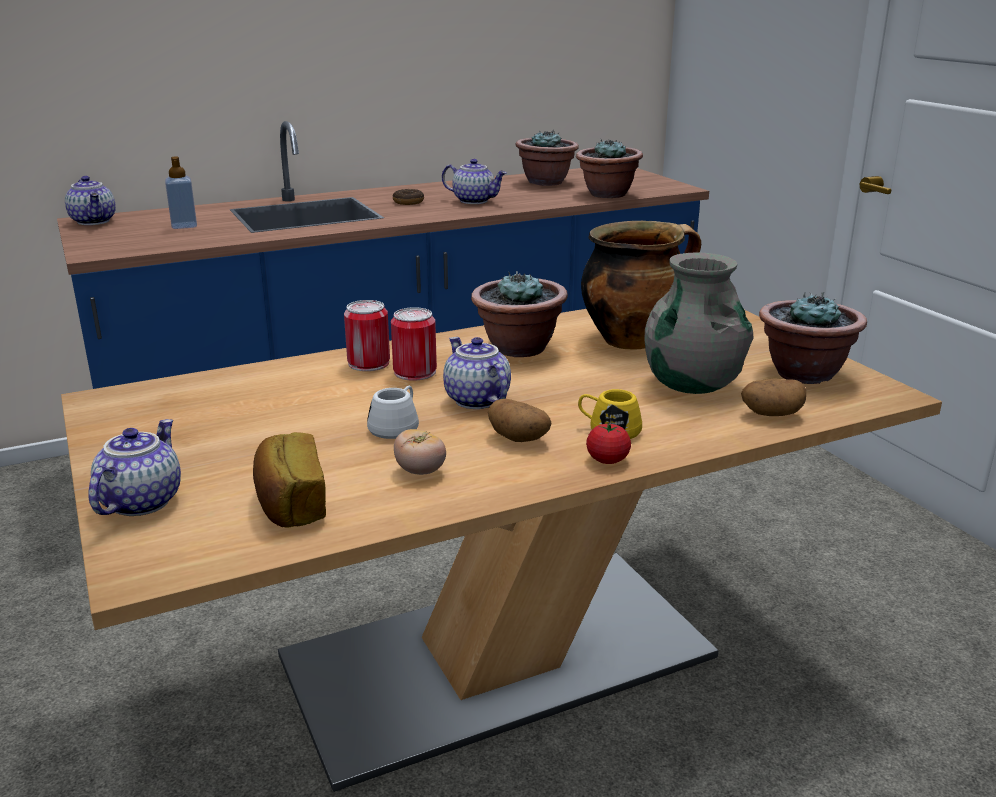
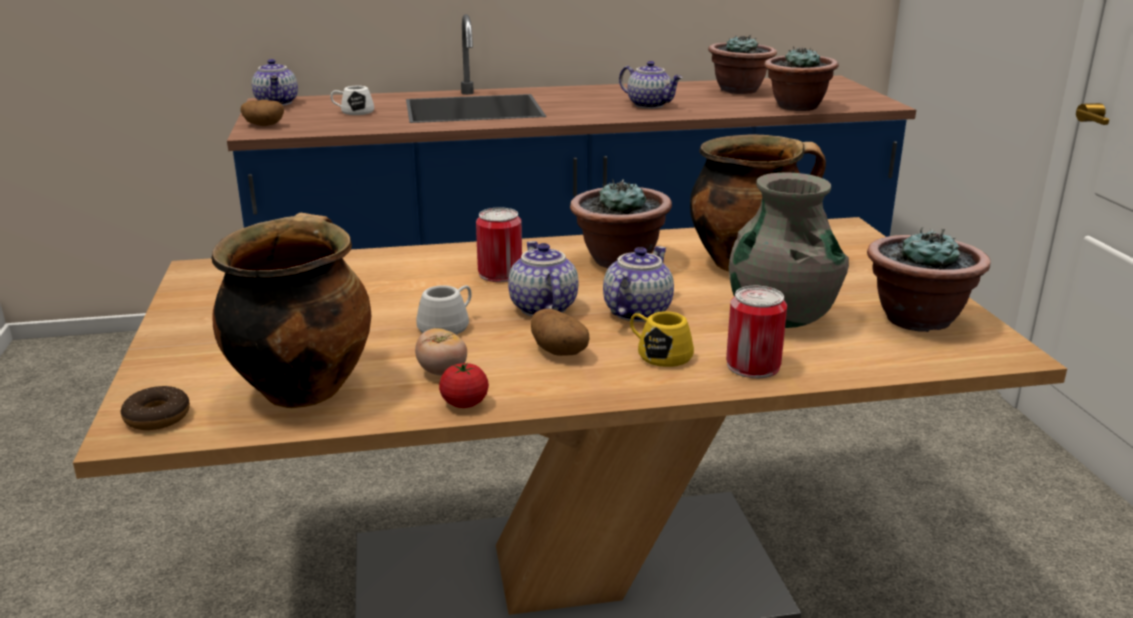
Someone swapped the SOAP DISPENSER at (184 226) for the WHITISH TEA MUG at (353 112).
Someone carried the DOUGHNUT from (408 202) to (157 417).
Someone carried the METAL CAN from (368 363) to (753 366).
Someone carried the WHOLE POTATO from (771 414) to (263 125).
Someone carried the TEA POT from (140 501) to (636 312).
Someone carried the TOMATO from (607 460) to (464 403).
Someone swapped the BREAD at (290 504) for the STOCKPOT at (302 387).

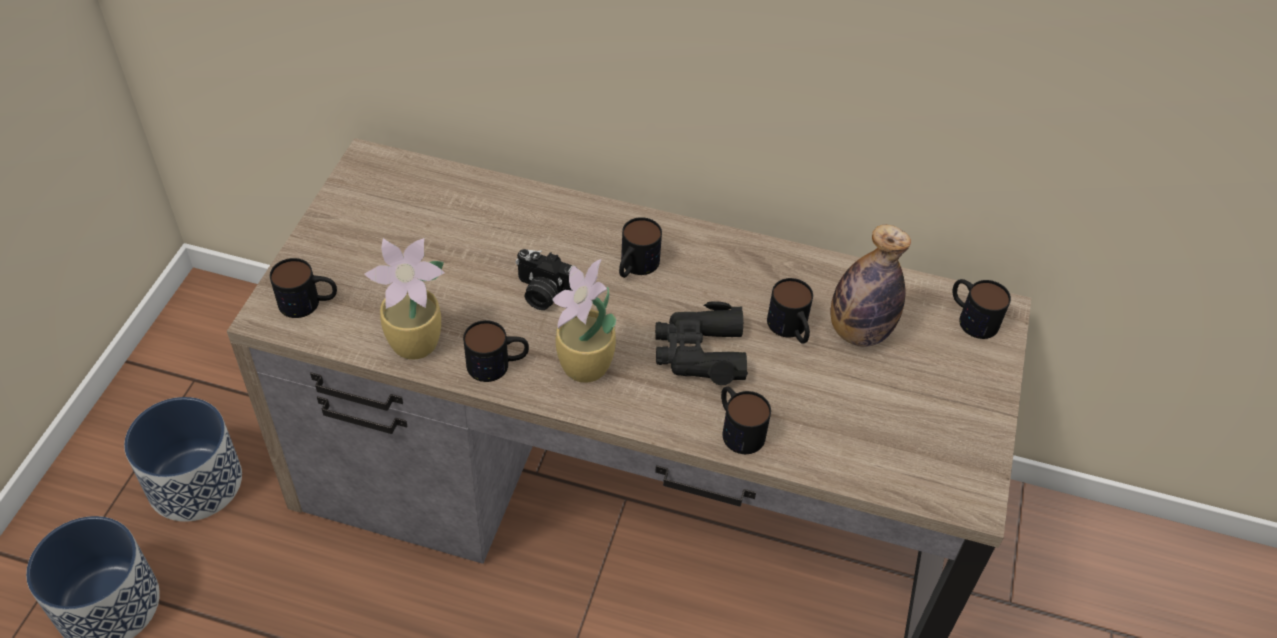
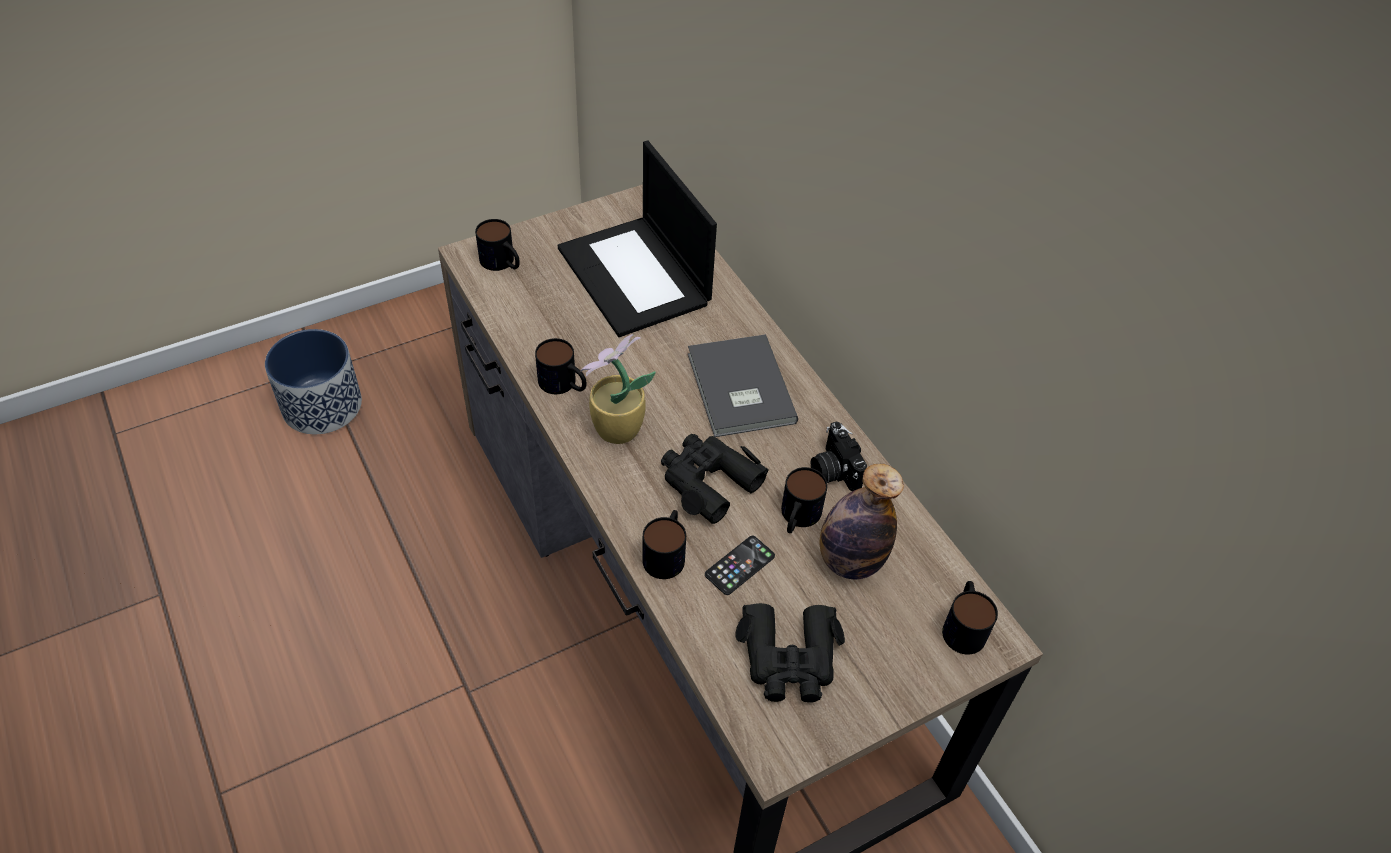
Someone swapped the TEA MUG at (635 267) for the GREYISH BOOK at (738 390).
Someone took away the HOUSEPLANT at (417 344).
Someone carried the PHOTO CAMERA from (543 293) to (833 470).
Someone took away the PLANTER at (195 482).
Someone put down the PORTABLE COMPUTER at (636 276).
Someone put down the TELEPHONE at (739 565).
Someone put down the BLACKISH FIELD GLASSES at (789 659).

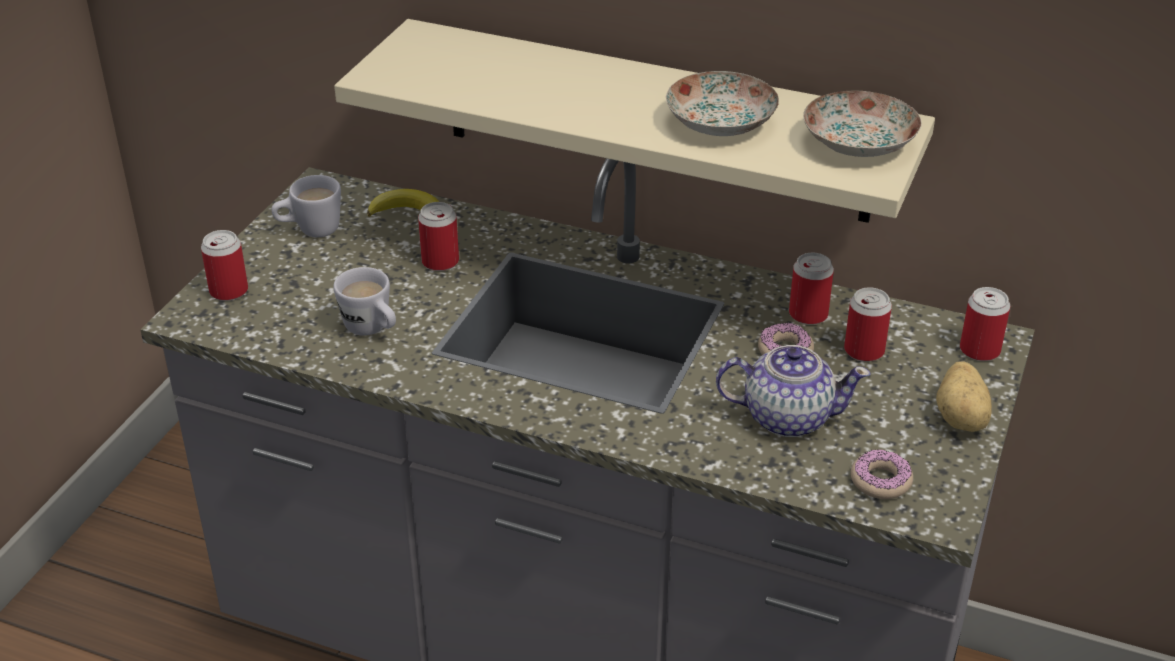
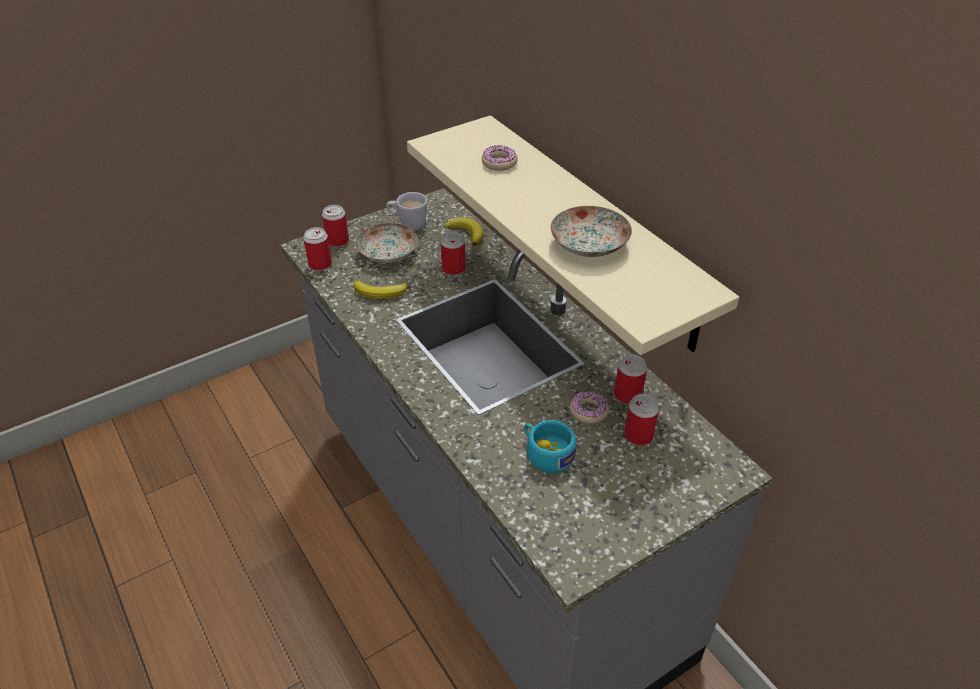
Someone carried the DINNER PLATE from (859 143) to (388 253).
Someone swapped the WHITISH TEA MUG at (372 330) for the BANANA FRUIT at (381 293).
Someone carried the METAL CAN from (979 350) to (320 264).
Someone swapped the TEA POT at (786 417) for the TURQUOISE CUP at (546 453).
Someone took away the WHOLE POTATO at (962 418).
Someone carried the DOUGHNUT from (880 481) to (499 163).

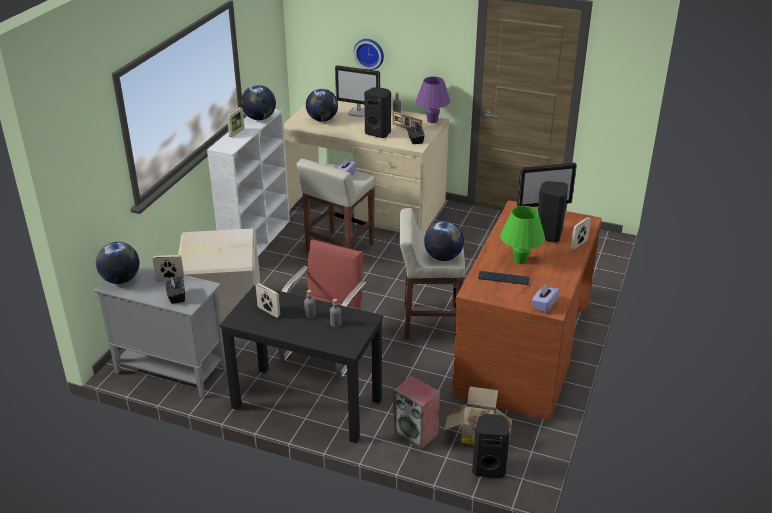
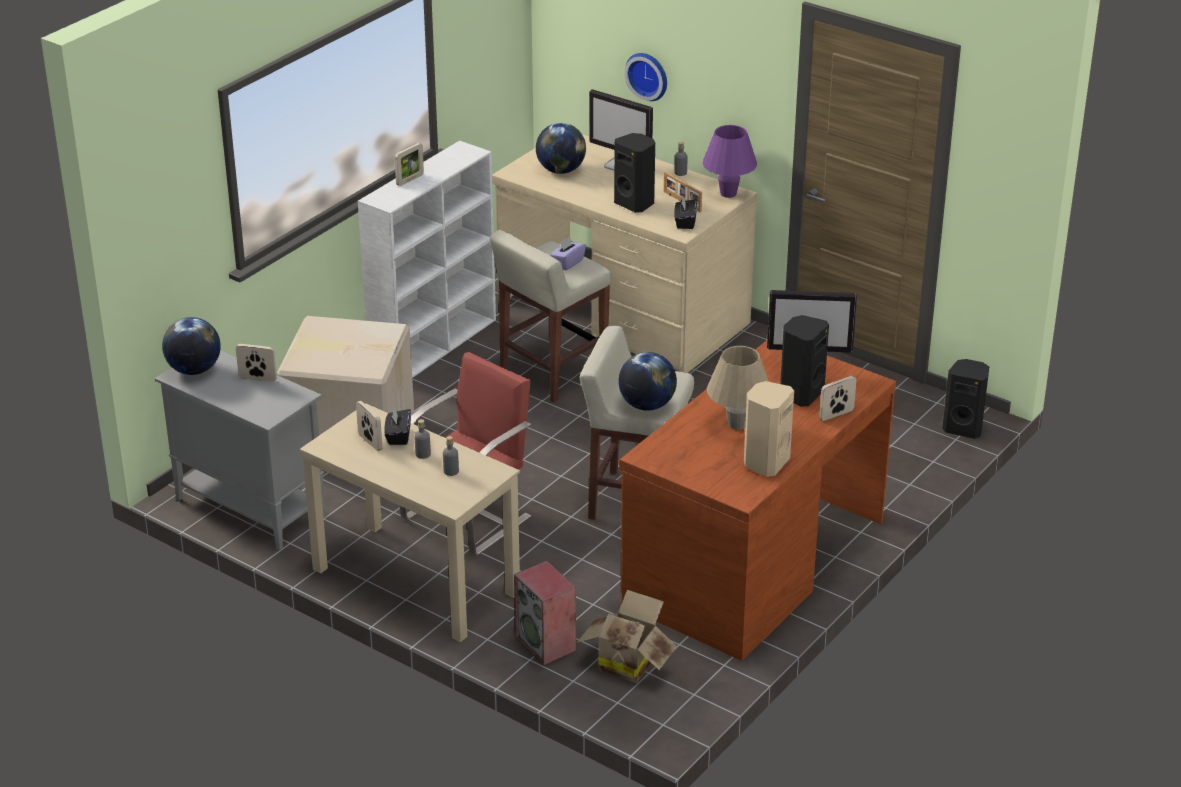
Someone took away the GLOBE at (259 118).
Someone repainted the GREEN-COLOURED LAMP FOR A TABLE at (520 260), which became the BEIGE LAMP FOR A TABLE at (737 424).
Someone took away the PC KEYBOARD at (503 279).
Someone carried the BLACKISH TISSUE BOX from (176 297) to (398 436).
Someone took away the PURPLISH TISSUE BOX at (544 305).
Someone repainted the BLACKISH DESK UNIT at (306 403), which became the BEIGE DESK UNIT at (415 580).
Someone carried the BLACKISH AUDIO SPEAKER from (488 468) to (964 428).
Someone put down the BEIGE AUDIO SPEAKER at (765 463).

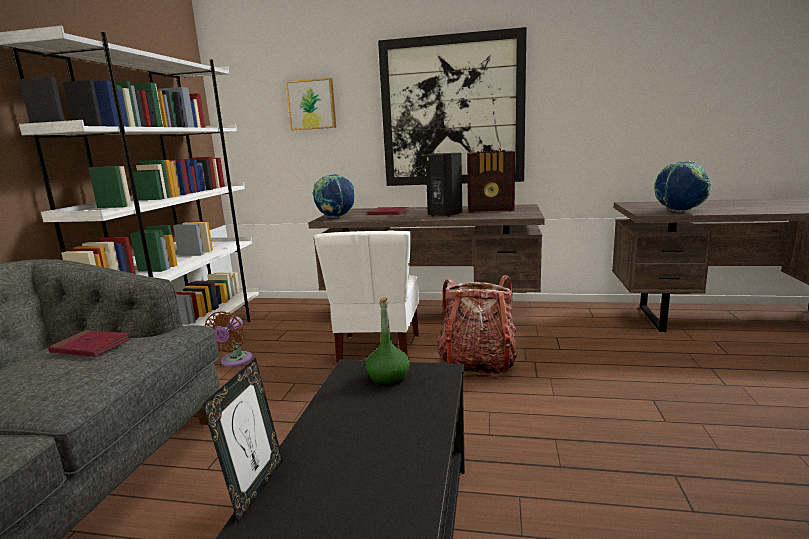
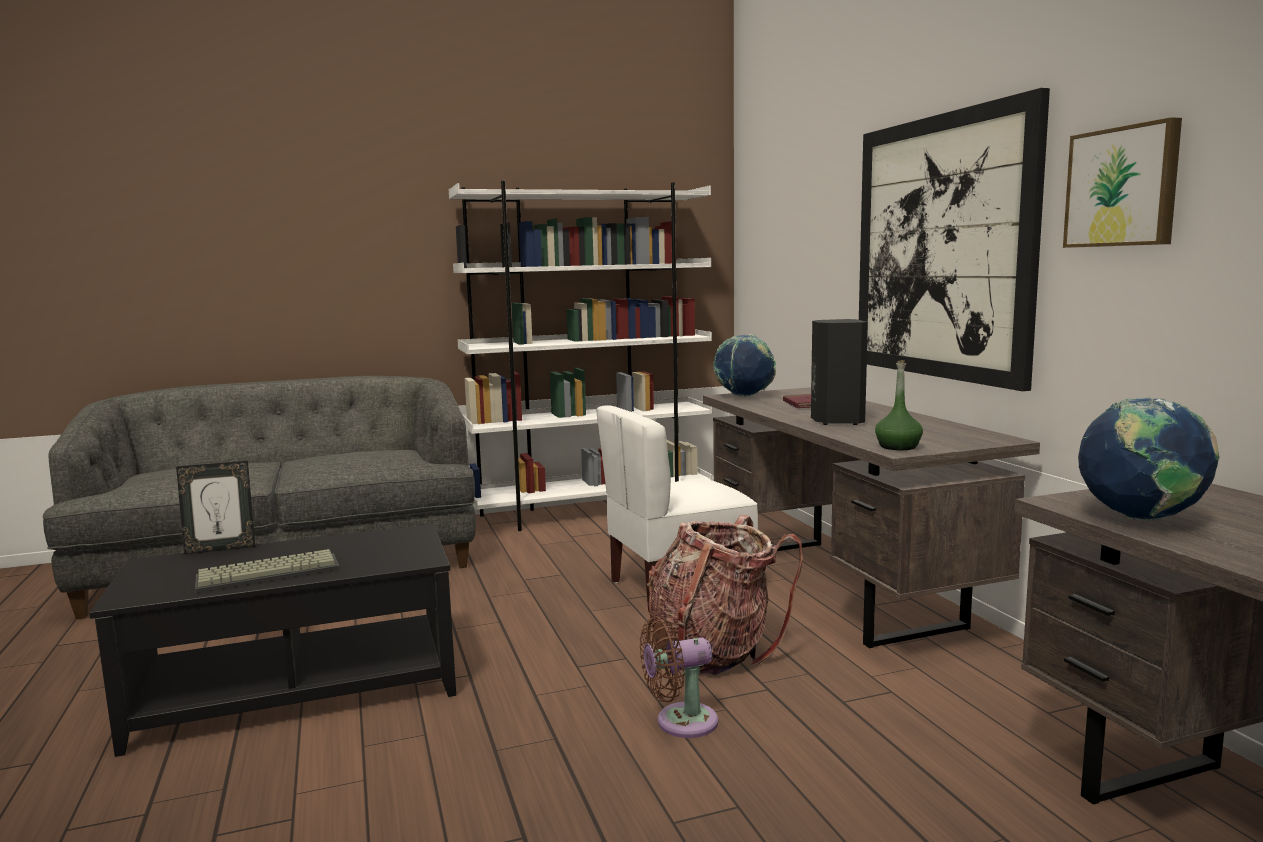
Someone carried the WALL PICTURE from (312 104) to (1123 187).
Someone took away the RADIO RECEIVER at (491 209).
Someone carried the GREEN-COLOURED DRINK BOTTLE from (388 378) to (897 447).
Someone carried the BROWN COOLING FAN from (234 361) to (680 722).
Someone took away the RED BOOK at (91 347).
Someone put down the PC KEYBOARD at (270 572).

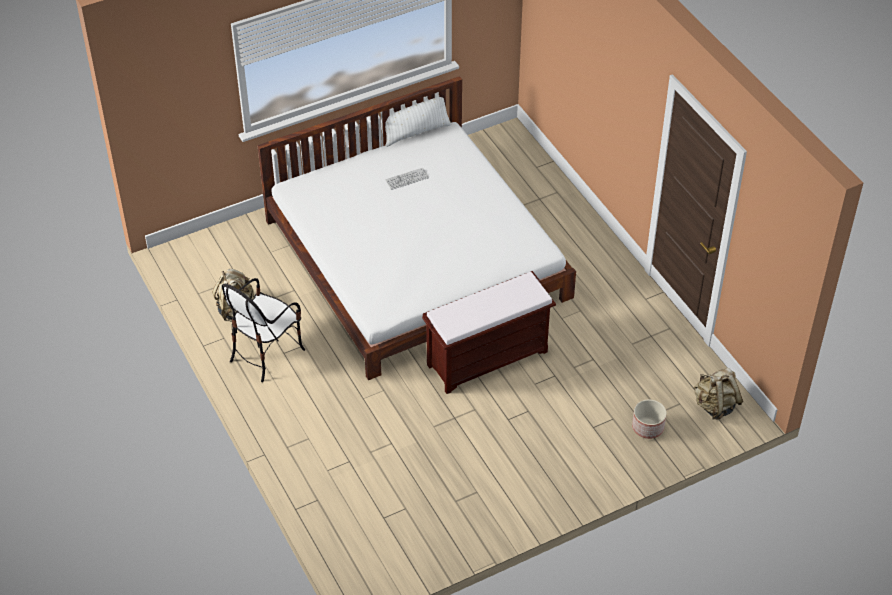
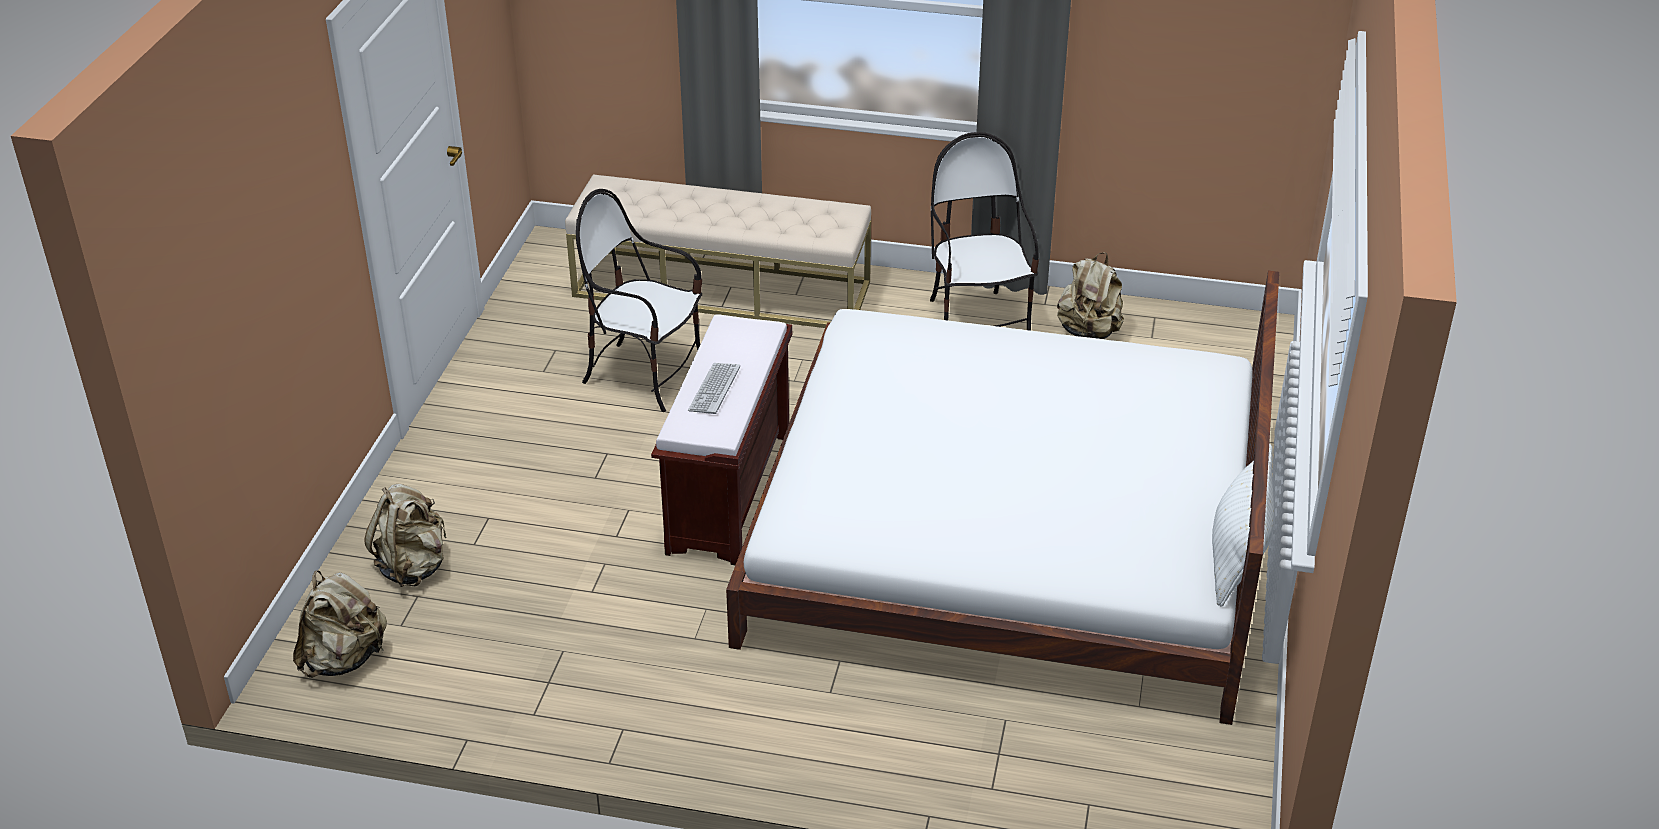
Someone carried the PC KEYBOARD from (407 179) to (714 389).
Someone swapped the PLANTER at (648 427) for the BEIGE RUCKSACK at (413 567).
Someone put down the BEIGE INDOOR BENCH at (722 289).
Someone put down the CHAIR at (645 375).

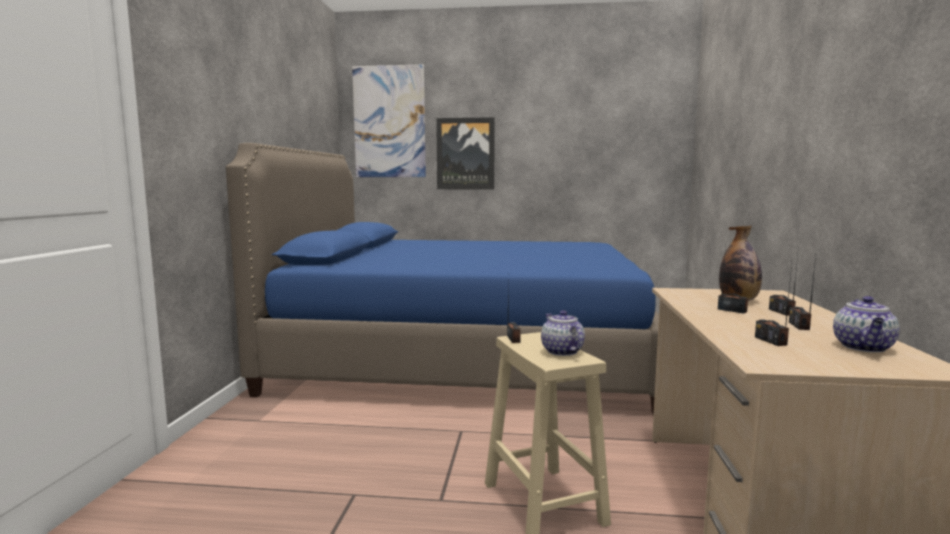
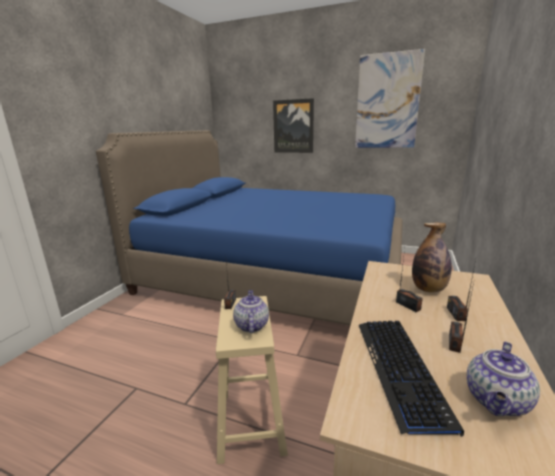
Someone carried the WALL PICTURE from (389 122) to (387 102).
Someone swapped the RADIO RECEIVER at (770 341) for the PC KEYBOARD at (400 369).

